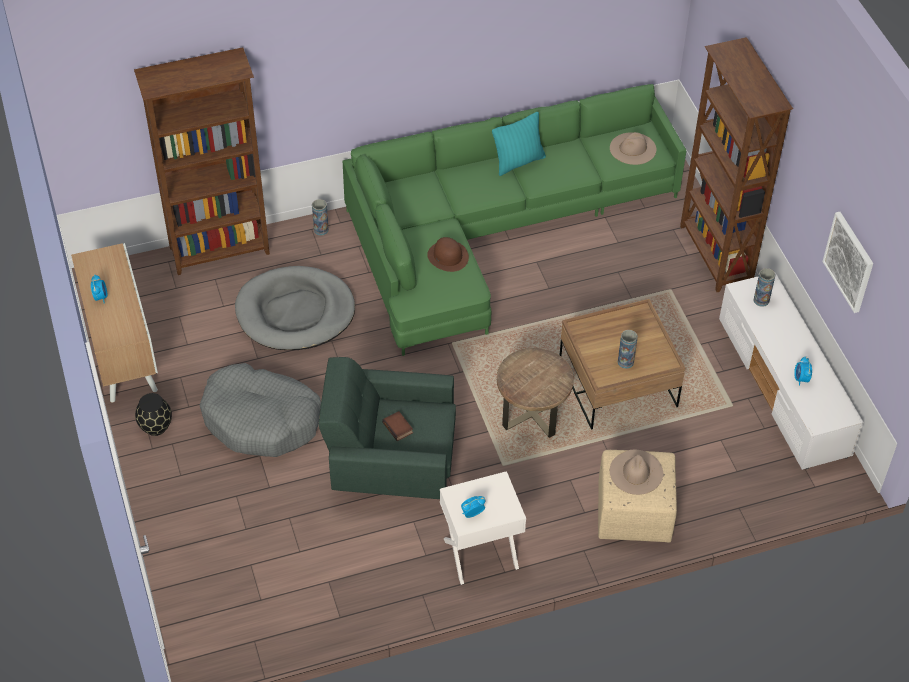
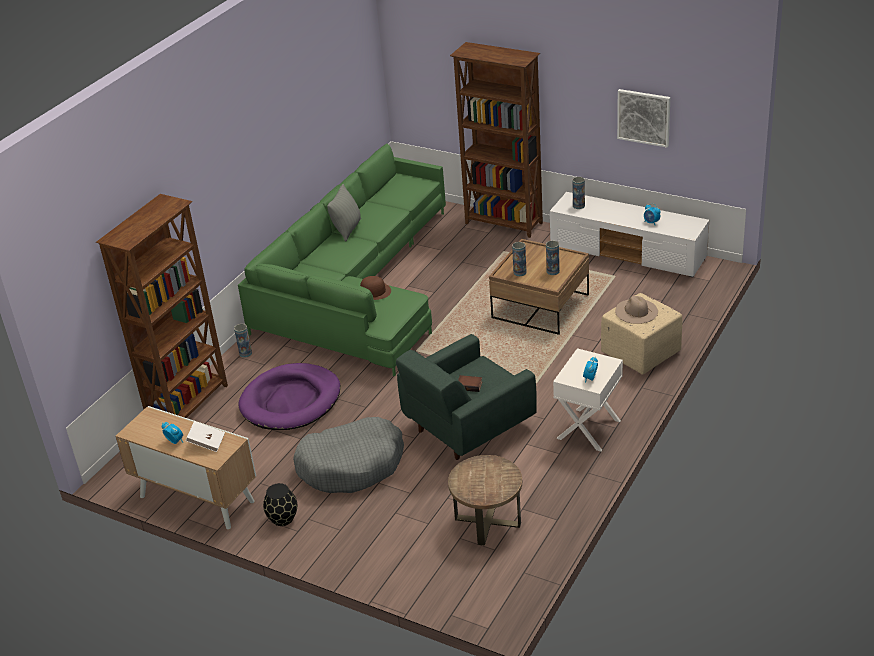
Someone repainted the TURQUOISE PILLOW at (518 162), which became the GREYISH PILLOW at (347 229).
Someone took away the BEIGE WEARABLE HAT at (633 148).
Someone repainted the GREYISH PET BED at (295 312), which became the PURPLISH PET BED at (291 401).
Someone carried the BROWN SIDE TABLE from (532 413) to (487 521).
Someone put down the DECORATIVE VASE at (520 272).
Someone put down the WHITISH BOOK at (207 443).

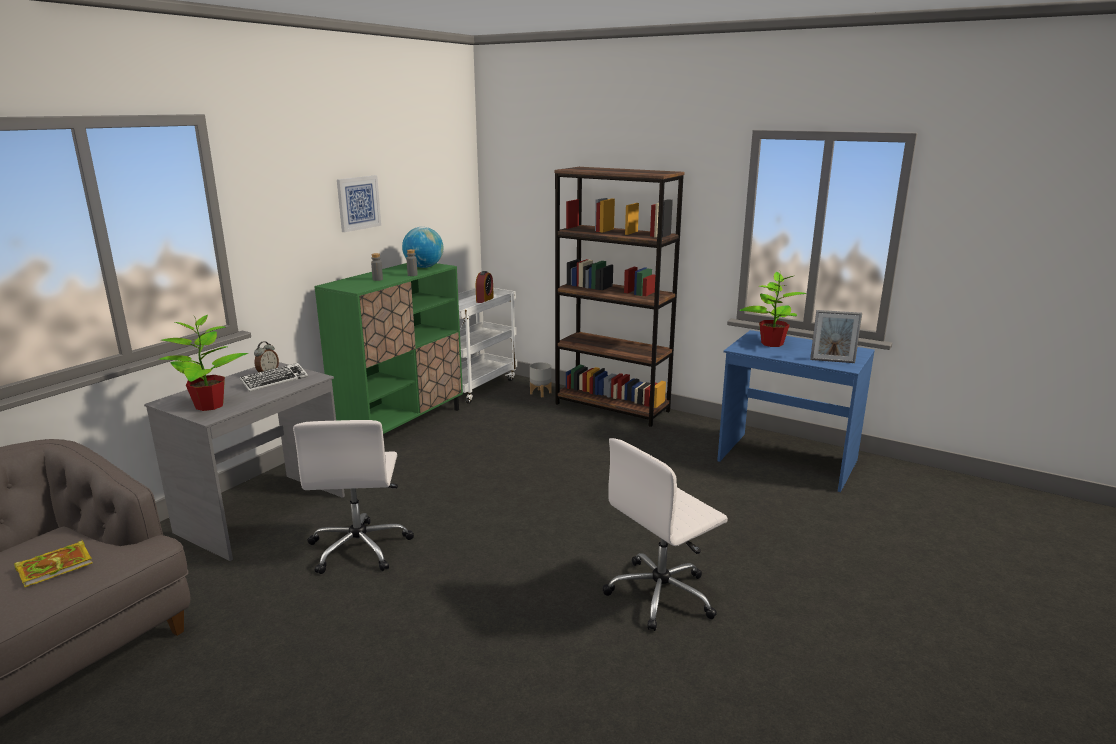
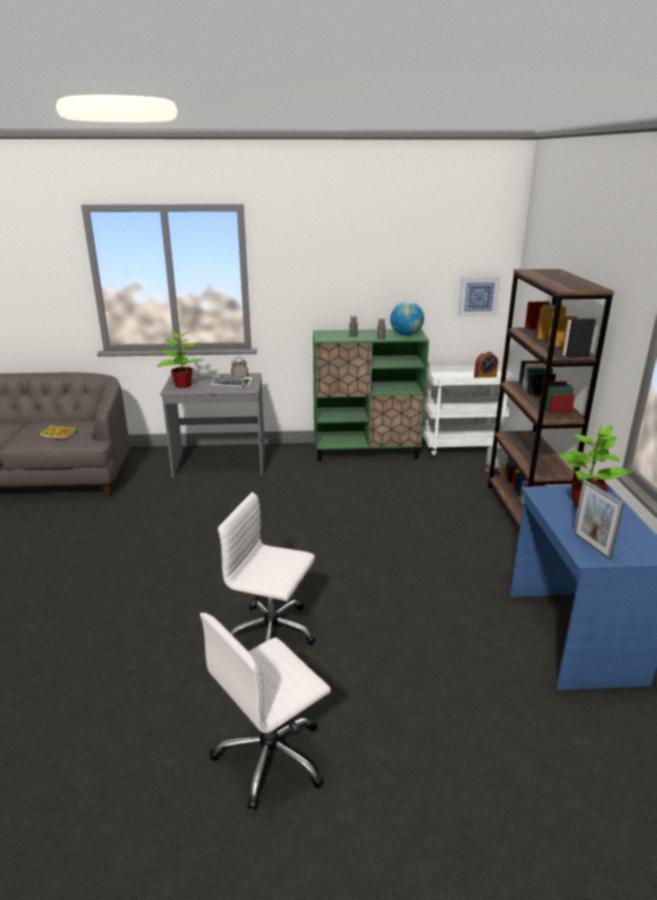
Someone carried the WALL PICTURE from (358 203) to (478 296).
Someone carried the WHITISH DESK CHAIR from (360 547) to (272 755).

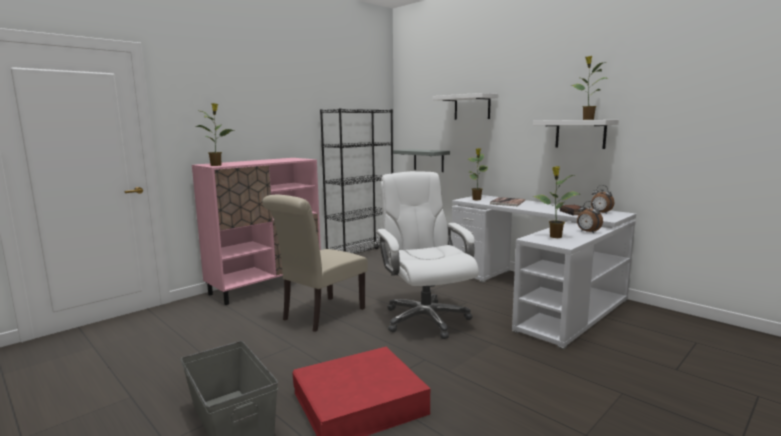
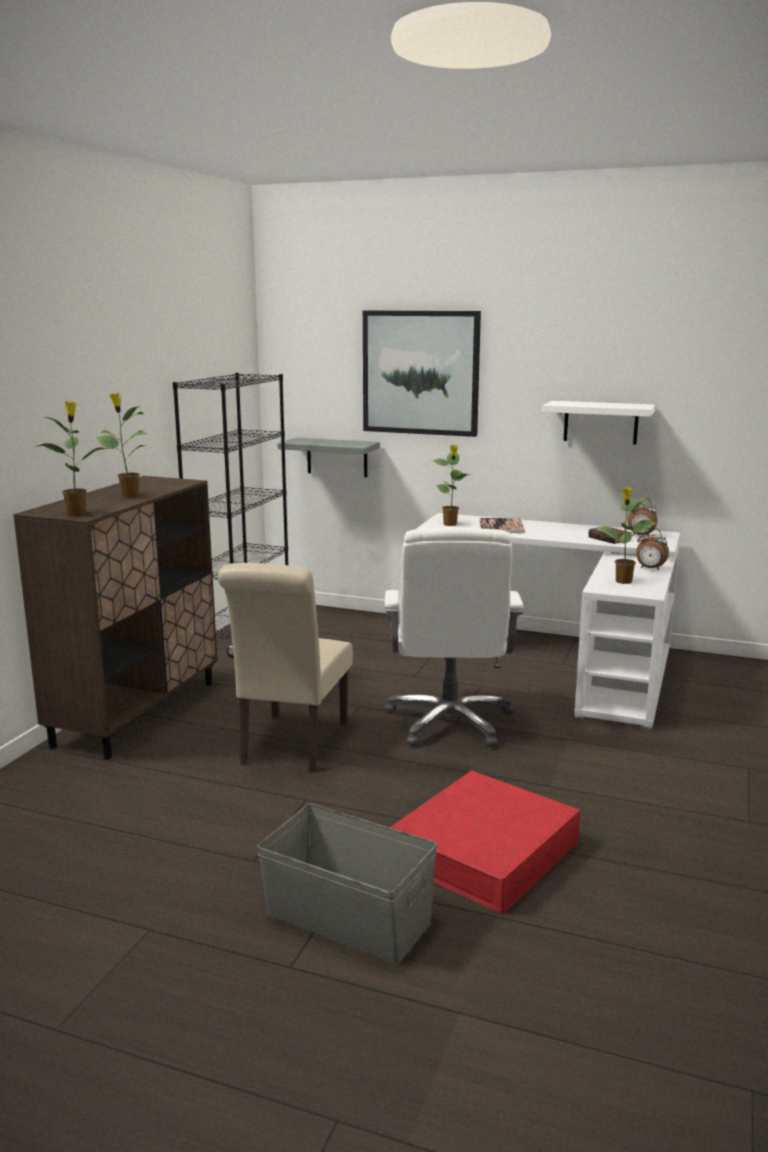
Someone carried the HOUSEPLANT from (587 119) to (128 496).
Someone swapped the WHITISH BRACKET SHELF at (472 107) for the WALL PICTURE at (420 373).
Someone repainted the PINK CABINET at (266 285), which became the BROWN CABINET at (137 713).
Someone rotated the WHITISH DESK CHAIR at (425 319) by 135 degrees counterclockwise.

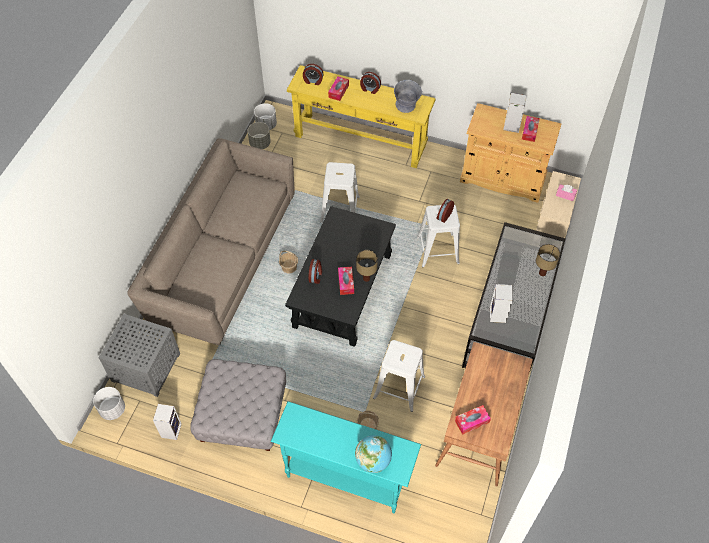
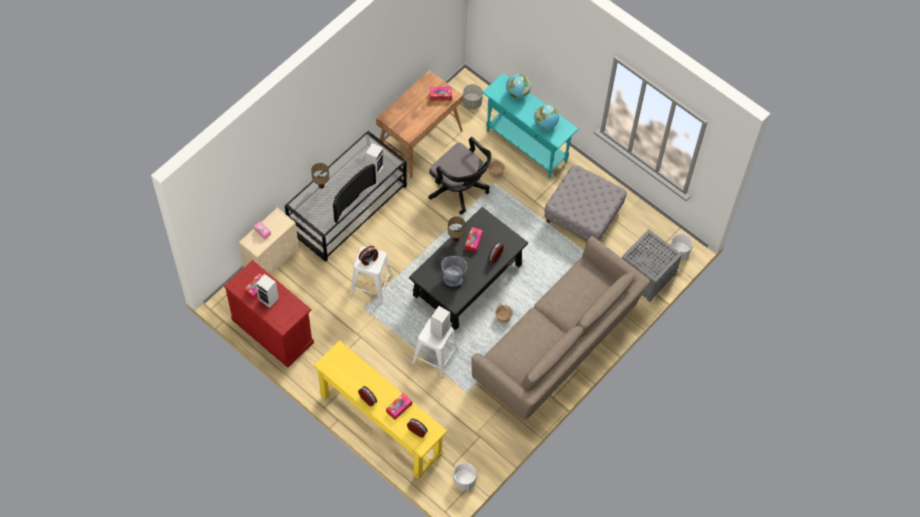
Someone carried the GREYISH SERVING BOWL from (406 108) to (453 276).
Someone repainted the BEIGE CABINET at (502 178), which became the RED CABINET at (273 331).
Someone carried the GREYISH PLANTER from (260 144) to (471 103).
Someone swapped the WHITISH SITTING STOOL at (399 387) for the BLACKISH DESK CHAIR at (460 190).
Someone carried the AUDIO SPEAKER from (171 429) to (439 331).
Someone put down the GLOBE at (545 124).
Someone put down the TELEVISION at (349 198).

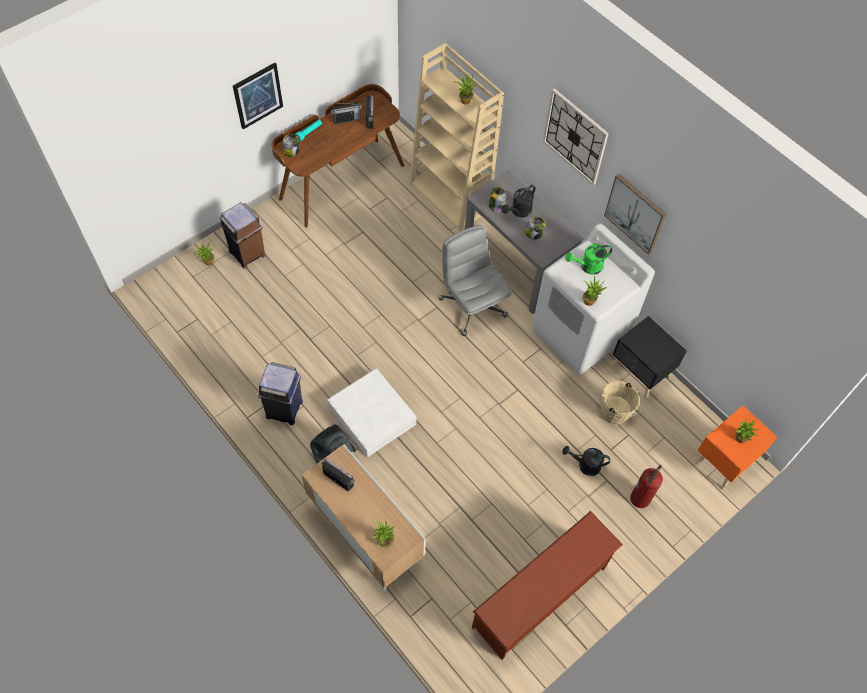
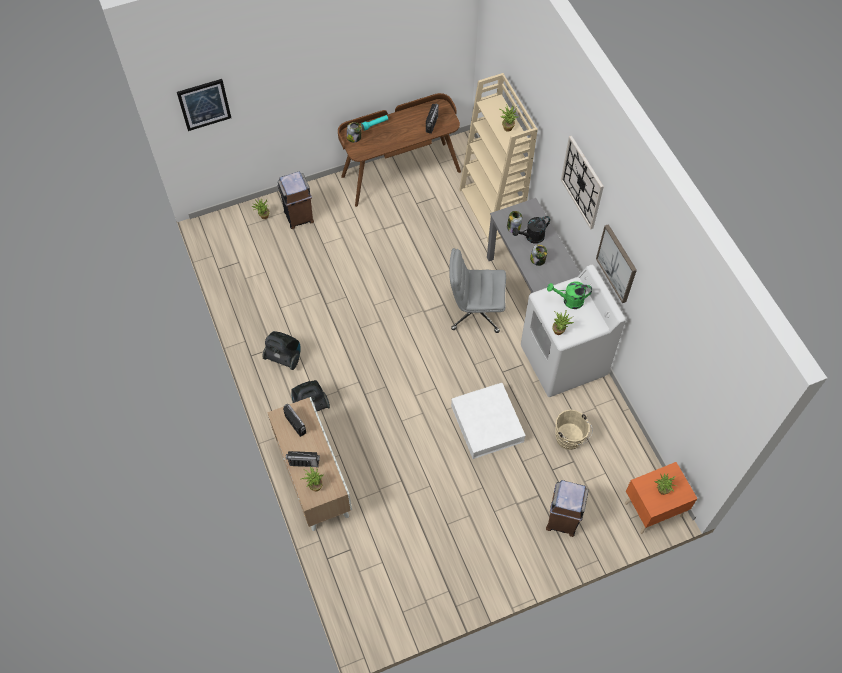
Someone carried the WALL PICTURE from (257 95) to (204 104).
Someone carried the RADIO RECEIVER from (347 119) to (304 463).
Someone rotated the GREYISH DESK CHAIR at (472 306) by 75 degrees counterclockwise.
Someone took away the BLACKISH BEDSIDE TABLE at (640 373).
Someone swapped the BLUISH TRASH CAN at (285 409) for the VACUUM at (284 357).
Someone carried the WHITISH STORAGE BOX from (372 416) to (487 423).
Someone took away the BLACKISH WATERING CAN at (585 465).
Someone swapped the FIRE EXTINGUISHER at (640 498) for the BROWN TRASH CAN at (562 519).
Someone took away the BROWN SHOE SHELF at (540 598).

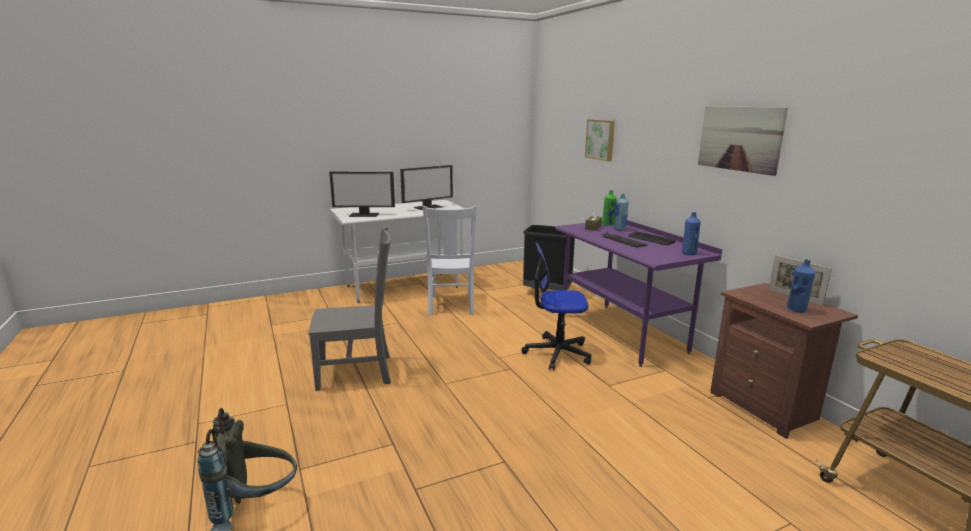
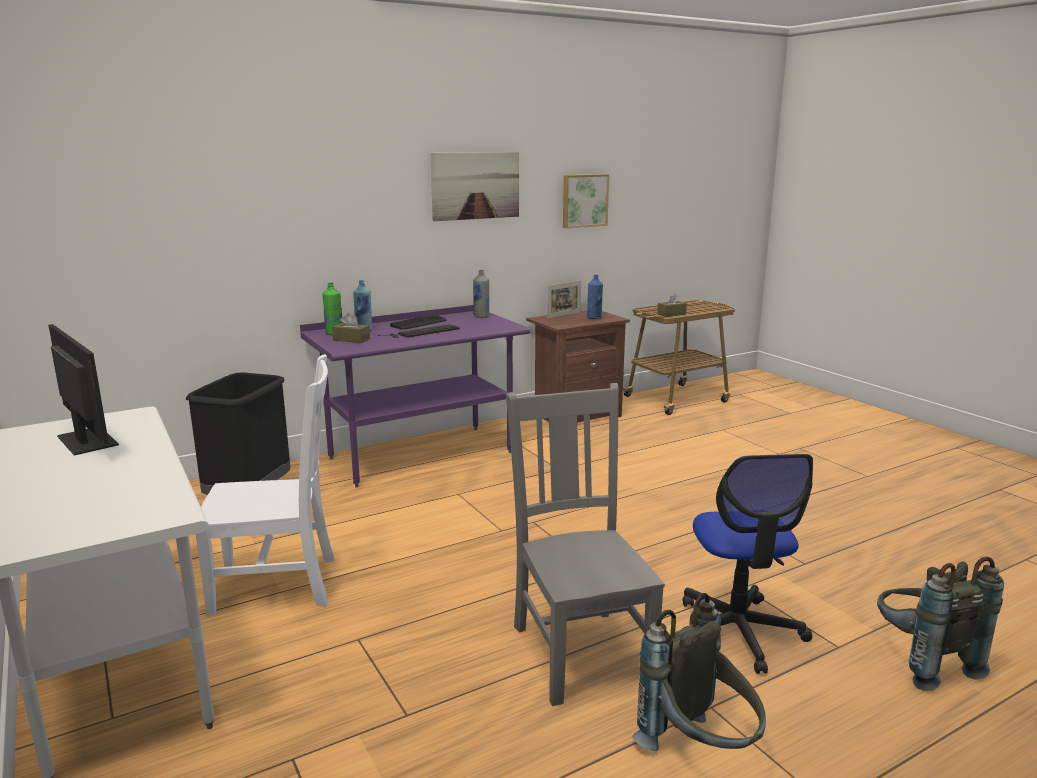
Someone carried the WALL PICTURE from (601 139) to (584 200).
Someone took away the COMPUTER DISPLAY at (364 215).
Someone repainted the BLUISH DRINK BOTTLE at (689 253), which became the GREYISH DRINK BOTTLE at (481 316).
Someone carried the DESK CHAIR from (557 353) to (737 632).
Someone put down the BROWN TISSUE BOX at (671 314).
Someone put down the GREYISH RUCKSACK at (700 751).

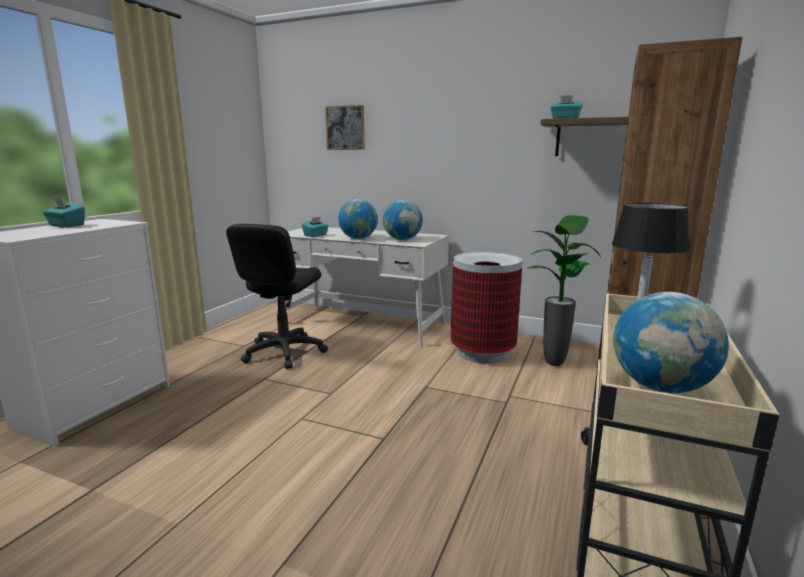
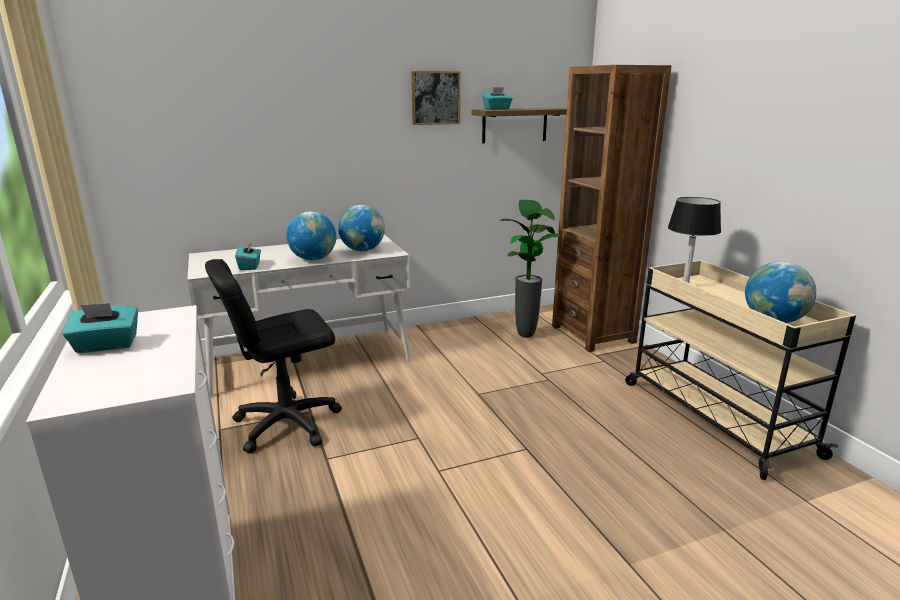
Someone carried the WALL PICTURE from (345 128) to (435 98).
Someone rotated the BLACKISH DESK CHAIR at (284 352) by 90 degrees clockwise.
Someone took away the TRASH CAN at (483 352).

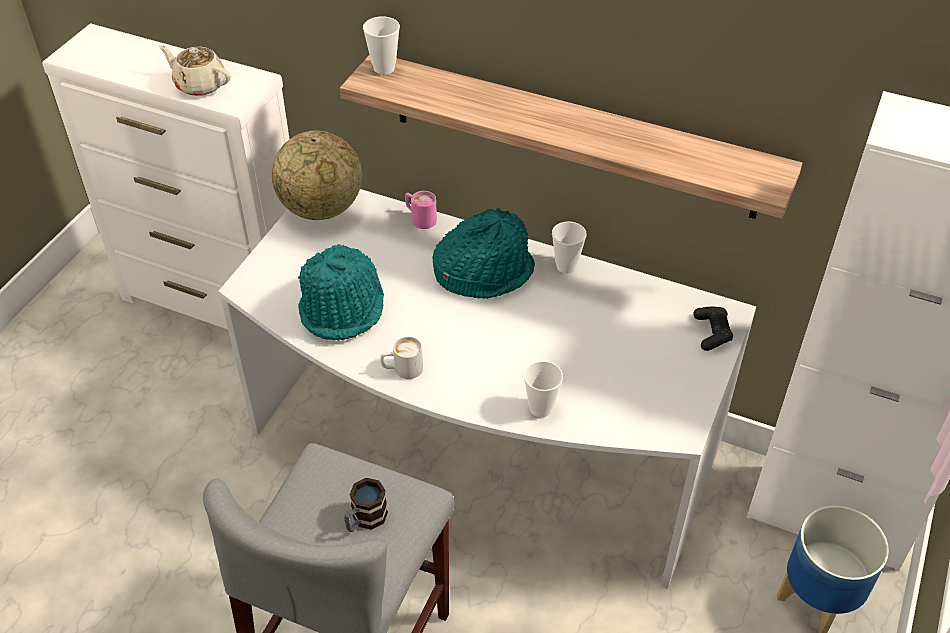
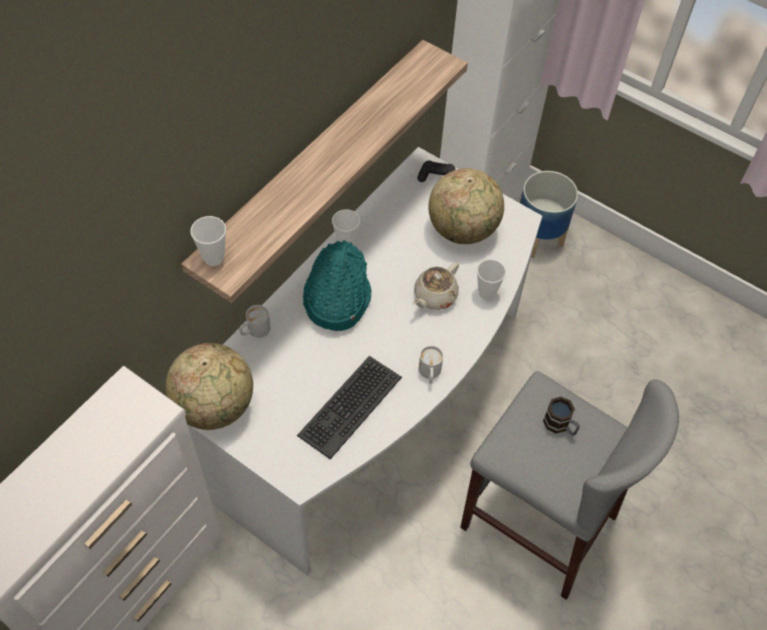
Someone carried the BEIGE TEA POT from (199 84) to (434 296).
Someone repainted the PINK TEA MUG at (419 218), which became the WHITISH TEA MUG at (255 331).
Someone swapped the TURQUOISE WEARABLE HAT at (343 307) for the PC KEYBOARD at (349 406).
Someone put down the GLOBE at (463 230).

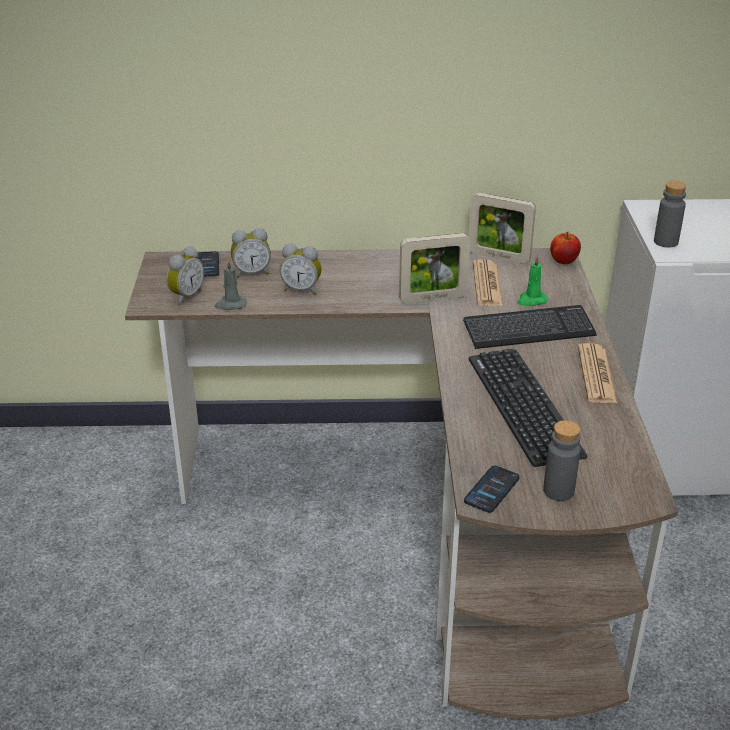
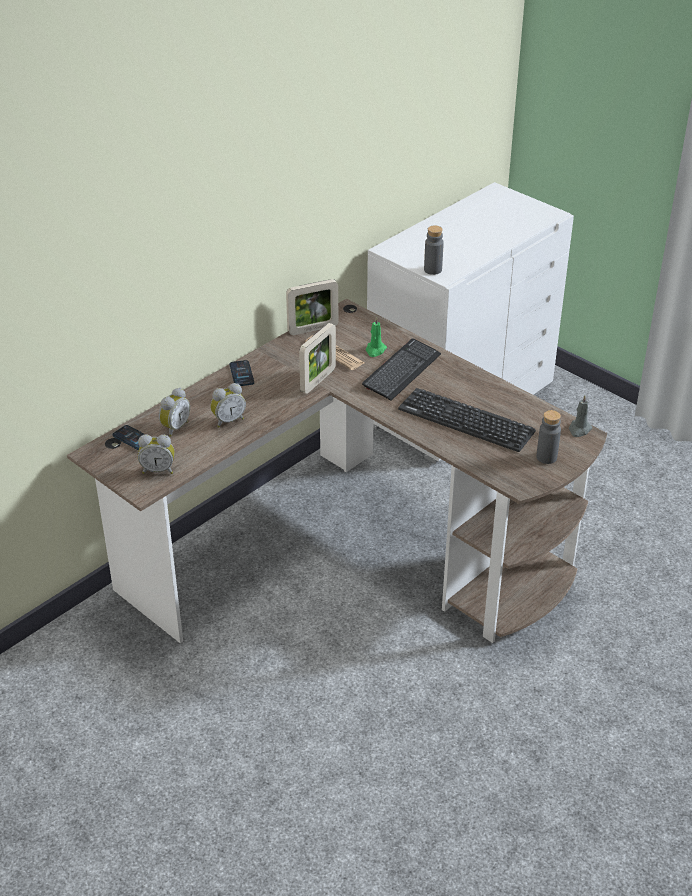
Someone took away the APPLE FRUIT at (563 261).
Someone rotated the TABLE CLOCK at (185 296) by 105 degrees clockwise.
Someone carried the GREYISH WAX CANDLE from (230 305) to (579 429).
Someone took away the DAILY PAPER at (596 375).
Someone carried the TELEPHONE from (491 490) to (241 374).

